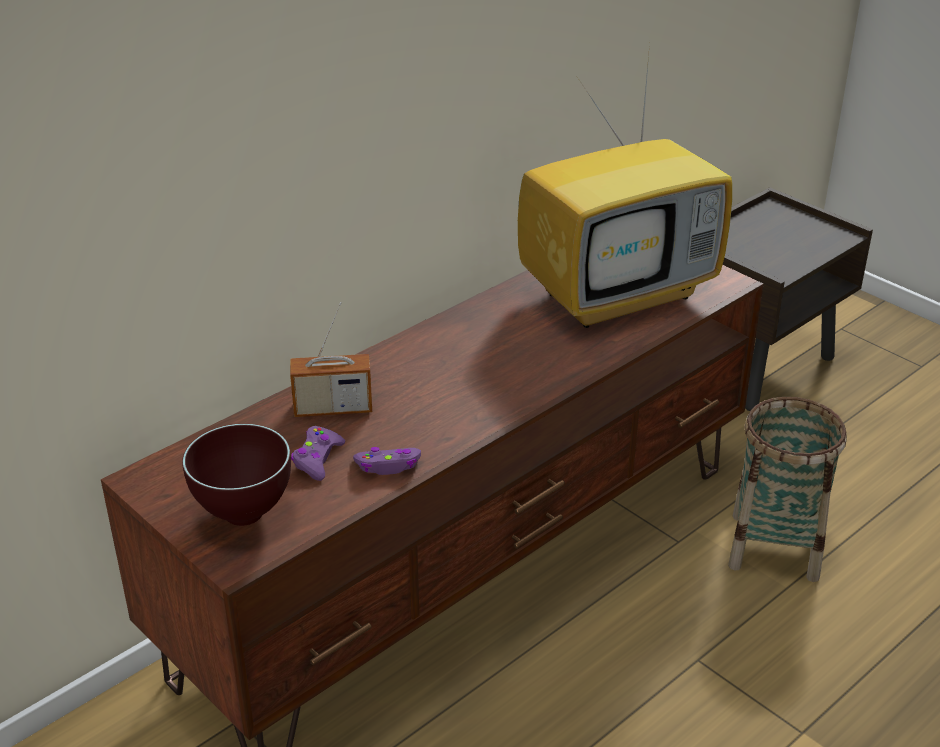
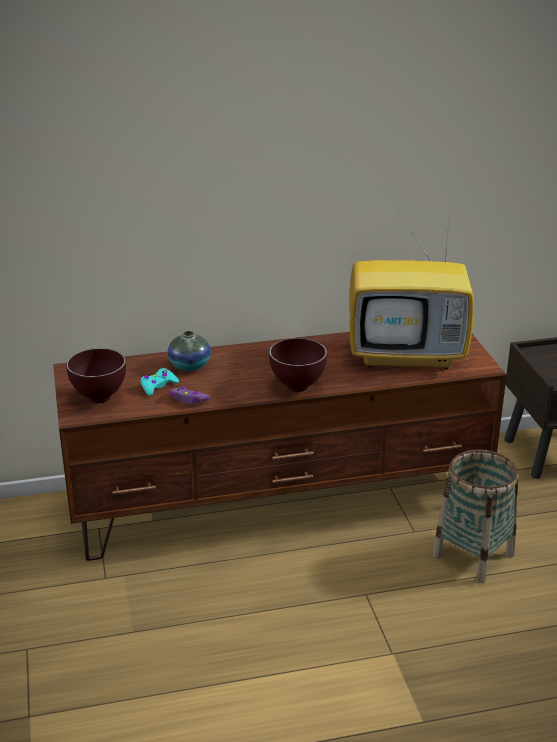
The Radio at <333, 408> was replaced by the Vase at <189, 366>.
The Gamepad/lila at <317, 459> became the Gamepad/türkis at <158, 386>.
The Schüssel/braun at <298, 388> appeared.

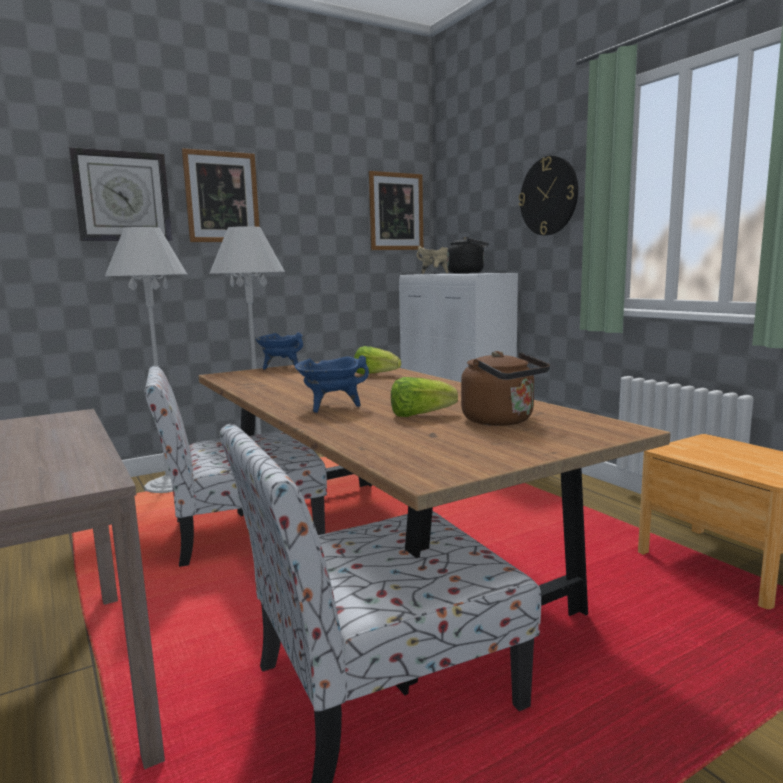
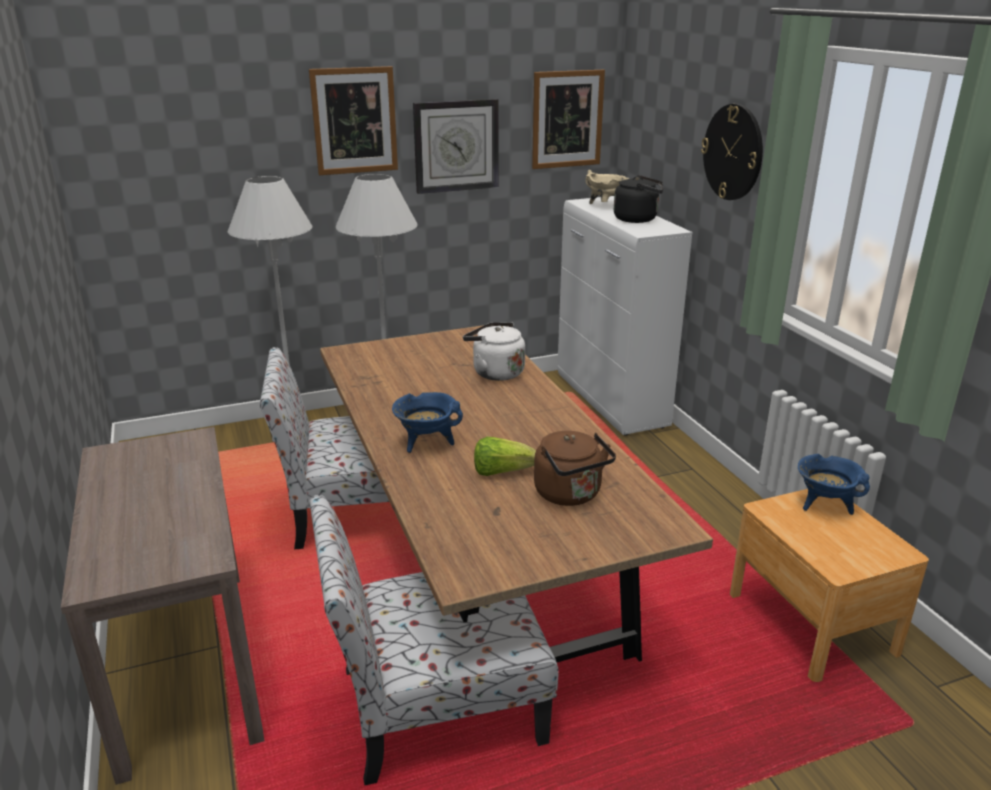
The Wanduhr moved from <122, 196> to <456, 146>.
The Kochtopf/blau moved from <281, 368> to <824, 505>.
The Salatkopf at <375, 374> was replaced by the Wasserkessel/weiß at <495, 372>.

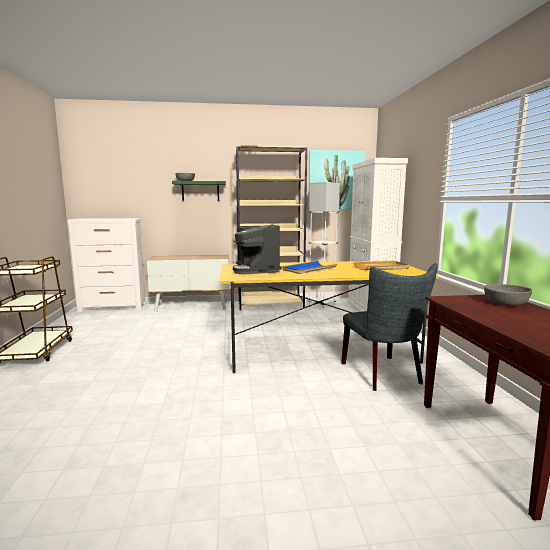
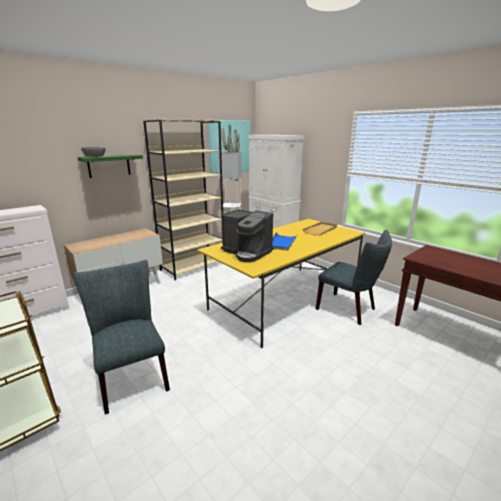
The Schüssel/grau at <505, 303> disappeared.
The Stuhl/grau at <131, 376> appeared.

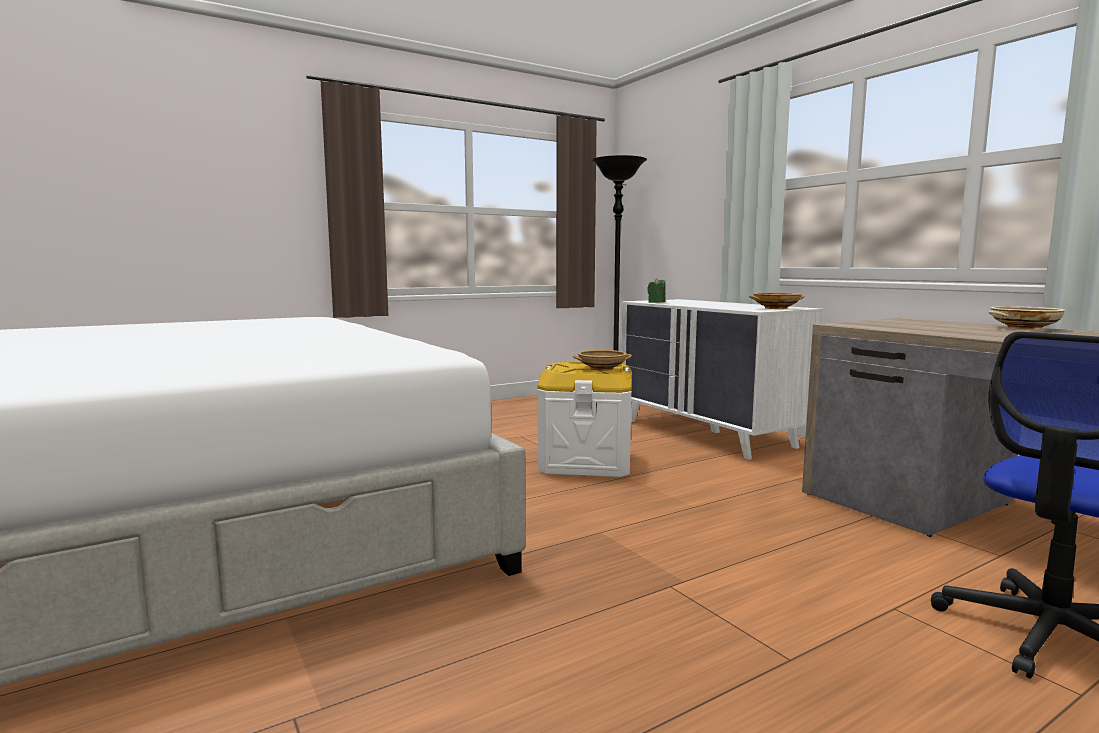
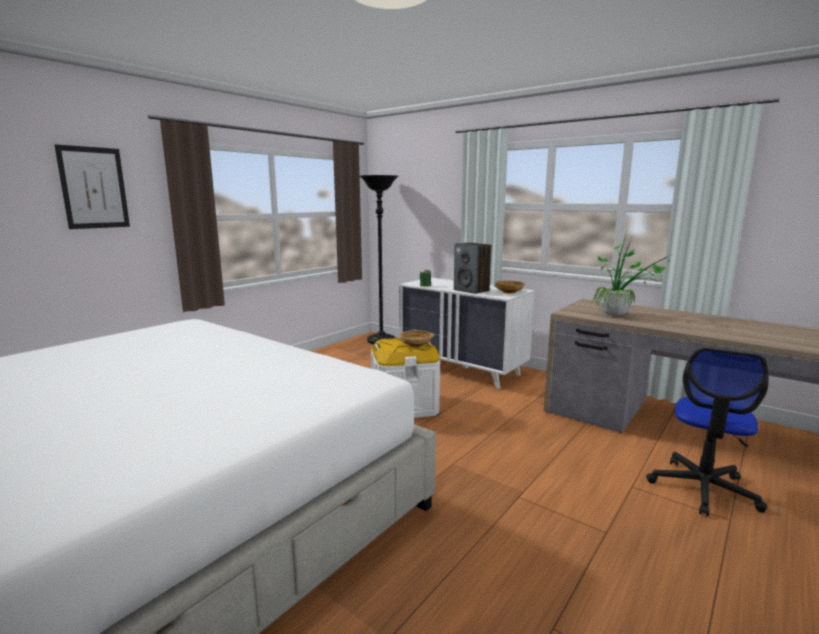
The Schüssel/beige at <1024, 328> disappeared.
The Bild at <94, 188> appeared.
The Topfpflanze at <620, 316> appeared.
The Lautsprecher at <471, 290> appeared.

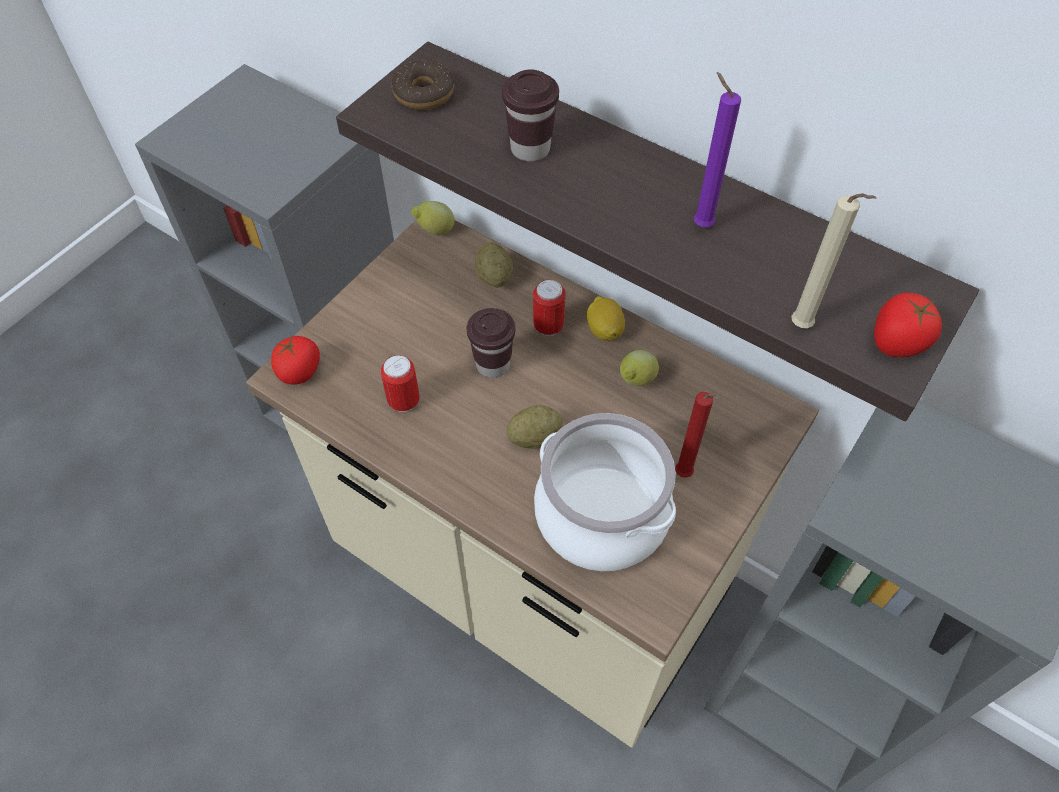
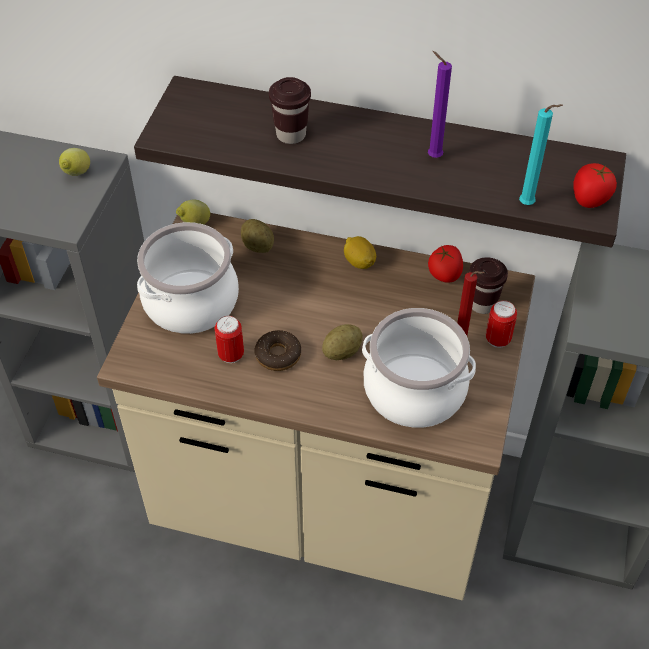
The Donut moved from <424, 94> to <278, 355>.
The Kerze/beige at <804, 327> became the Kerze/türkis at <529, 205>.
The Dose moved from <548, 326> to <497, 339>.
The Tasse/braun moved from <493, 365> to <482, 304>.
The Tomate moved from <300, 371> to <445, 274>.
The Zitrone moved from <635, 381> to <76, 174>.
The Kochtopf at <190, 301> appeared.

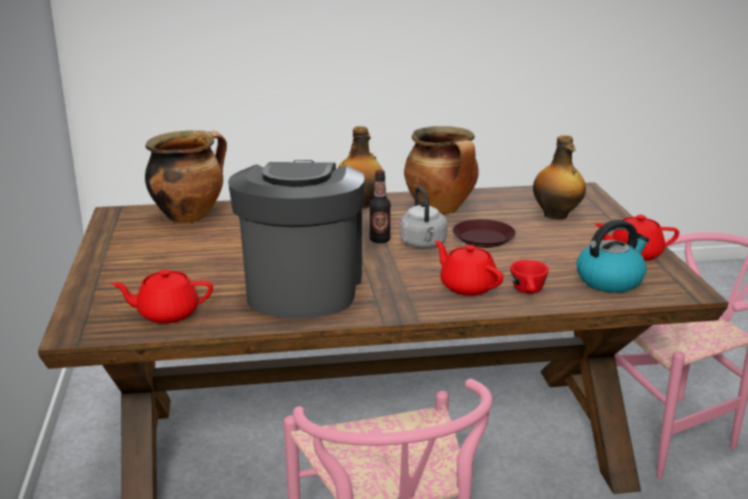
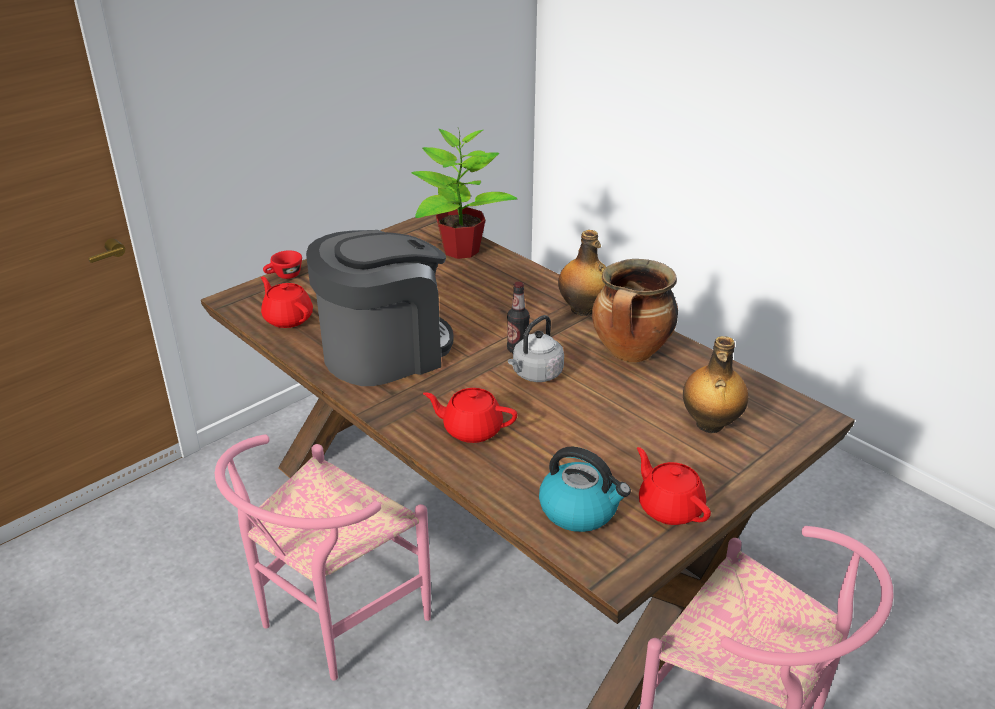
The Kochtopf at <189, 215> was replaced by the Topfpflanze at <460, 250>.
The Teller/braun at <483, 239> disappeared.
The Teekanne/rot at <467, 286> turned 90 degrees counterclockwise.
The Tasse/rot moved from <529, 292> to <284, 276>.

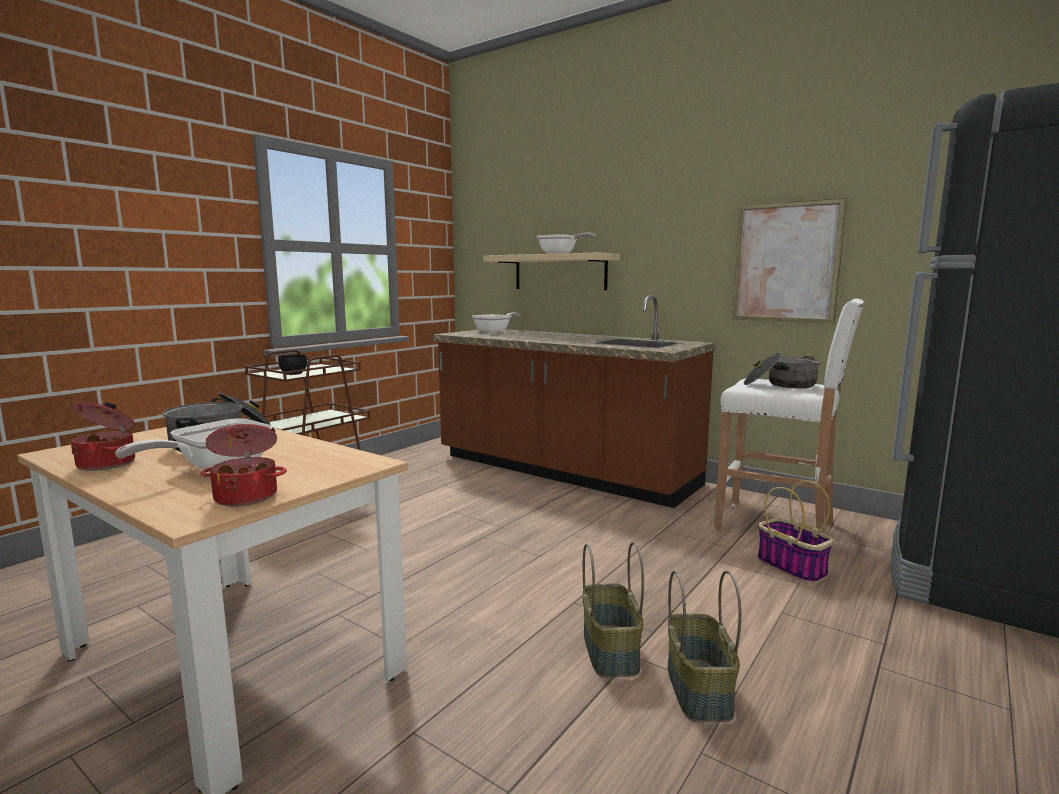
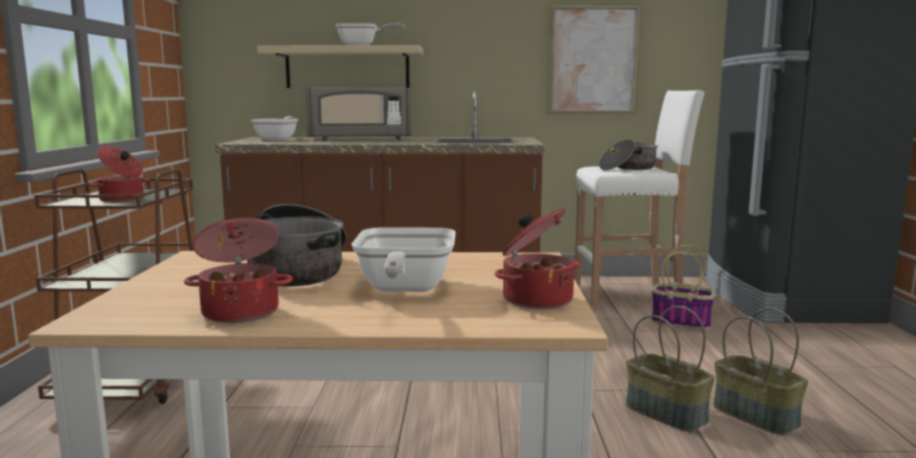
The Schüssel/schwarz at <294, 374> was replaced by the Kochtopf at <122, 200>.
The Mikrowelle/grau at <360, 139> appeared.

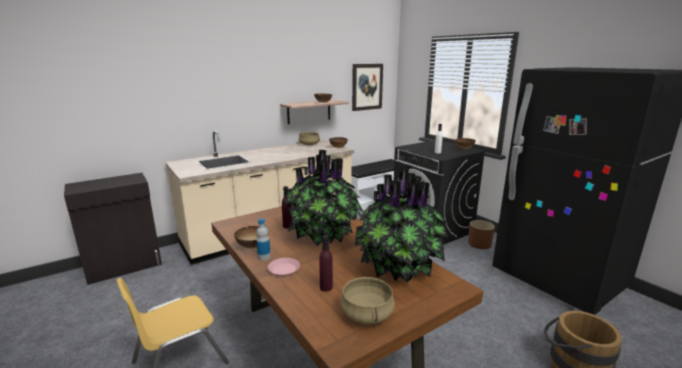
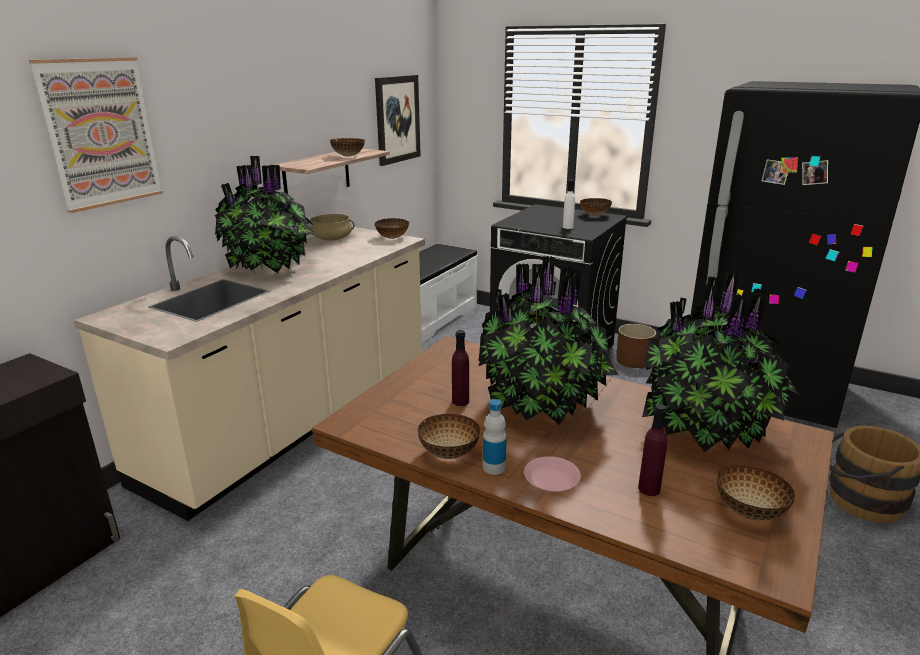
The Kochtopf/beige at <367, 314> was replaced by the Schüssel at <750, 511>.
The Bild at <100, 133> appeared.
The Topfpflanze at <270, 268> appeared.

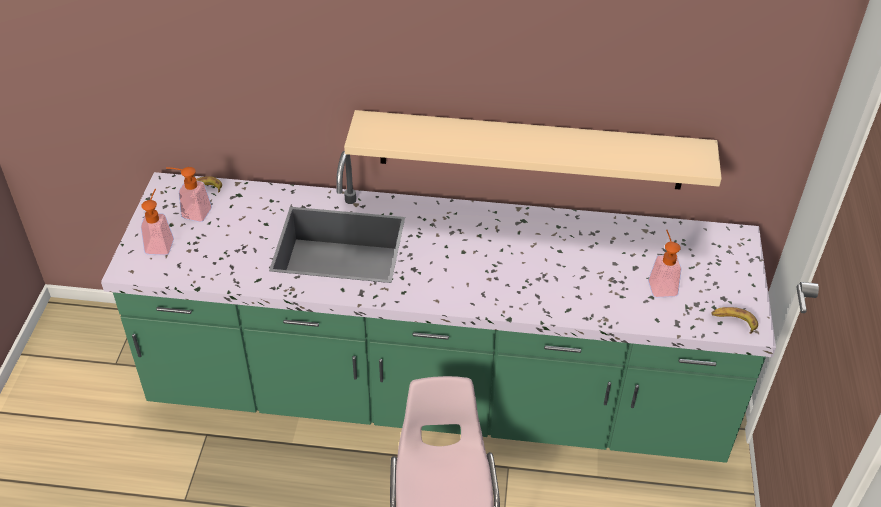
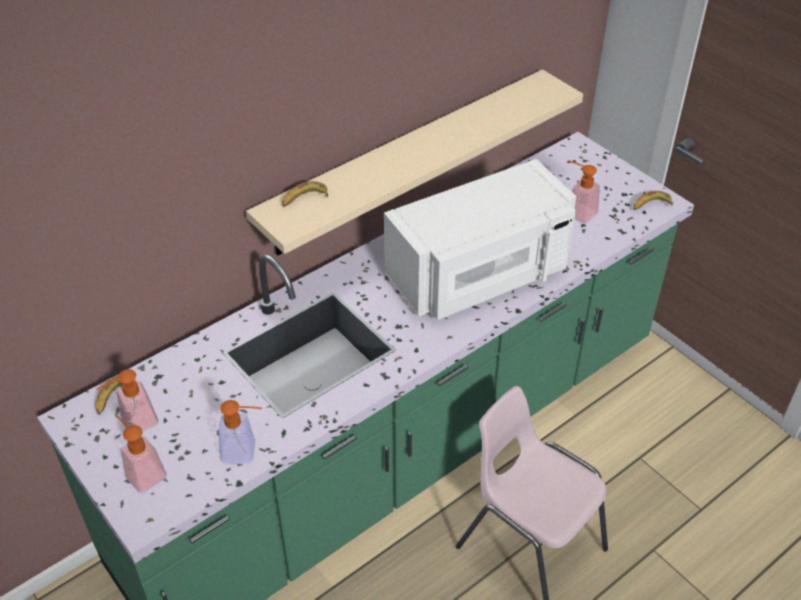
The Mikrowelle/weiß at <480, 275> appeared.
The Banane at <304, 199> appeared.
The Seifenspender at <245, 451> appeared.

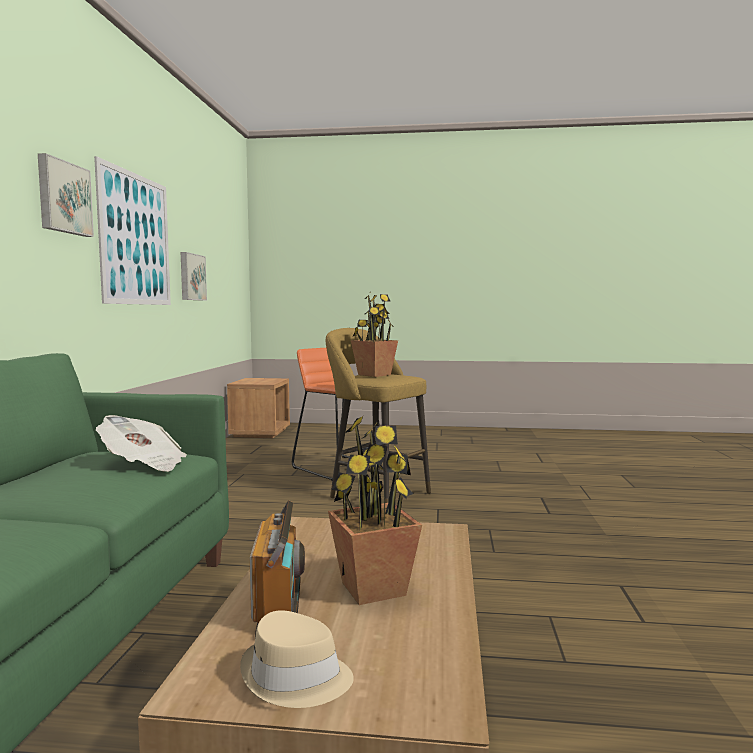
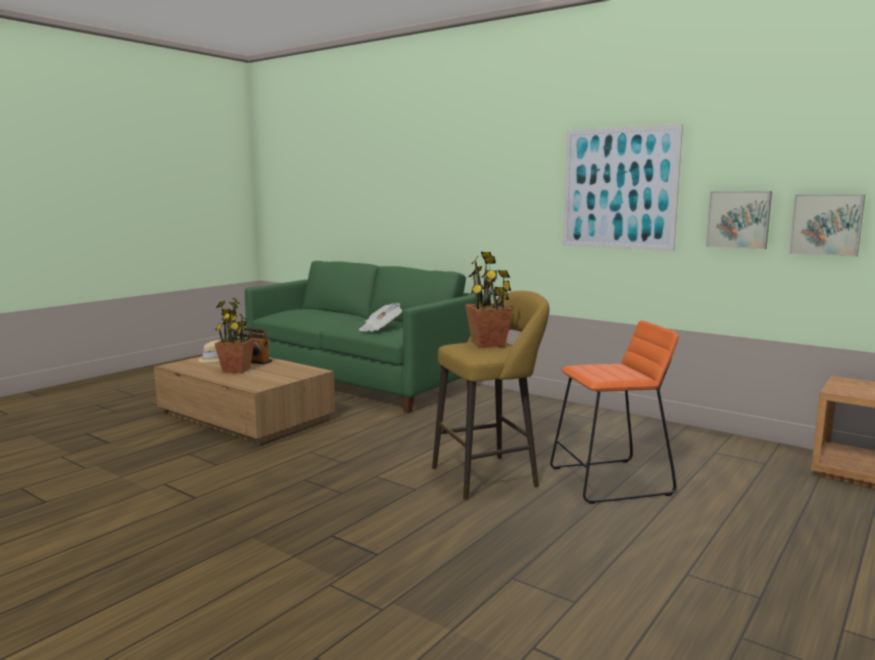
The Bild moved from <63, 197> to <826, 224>.

